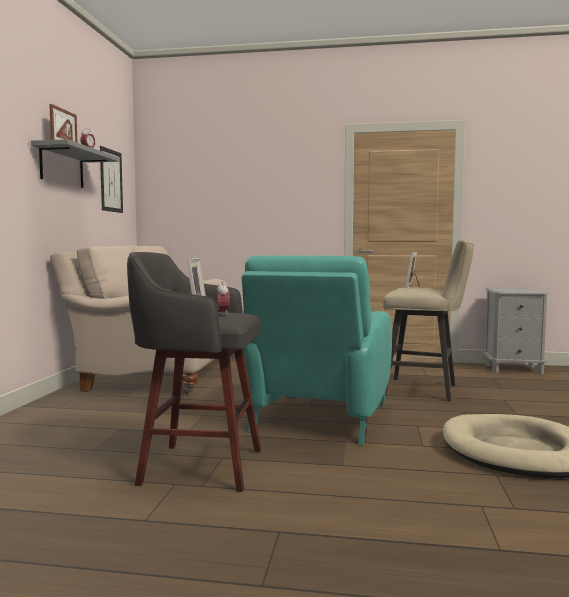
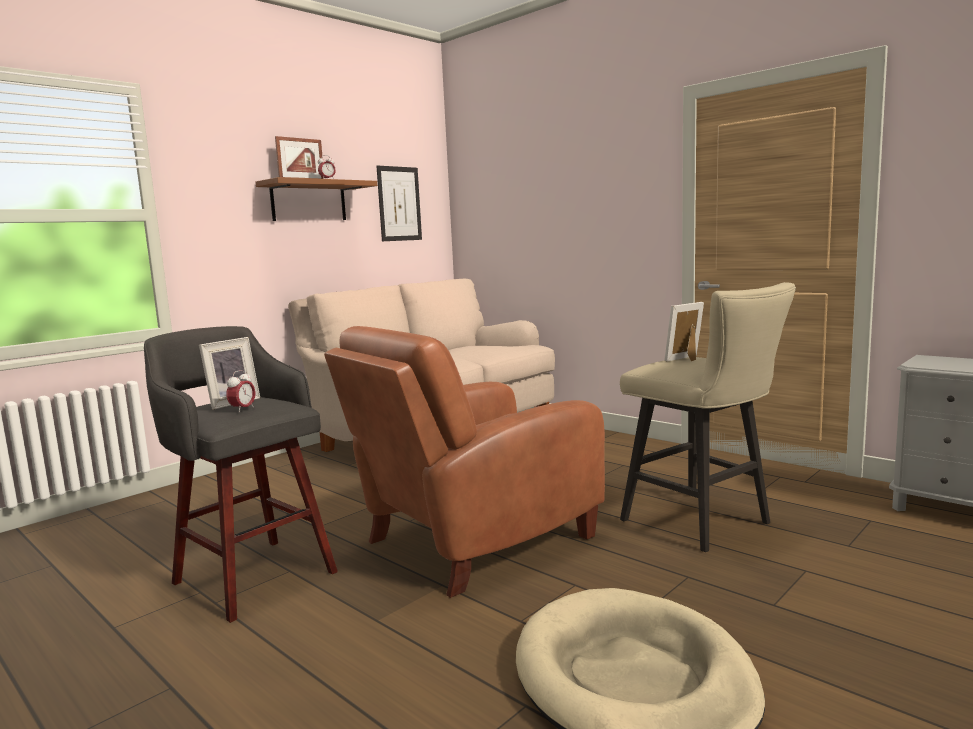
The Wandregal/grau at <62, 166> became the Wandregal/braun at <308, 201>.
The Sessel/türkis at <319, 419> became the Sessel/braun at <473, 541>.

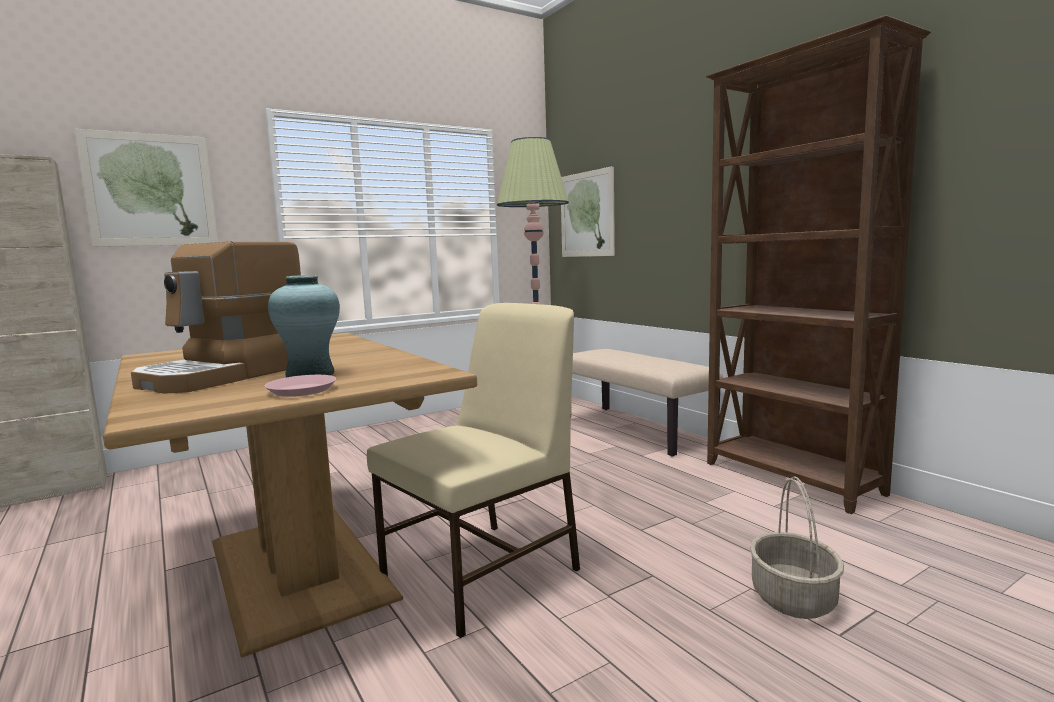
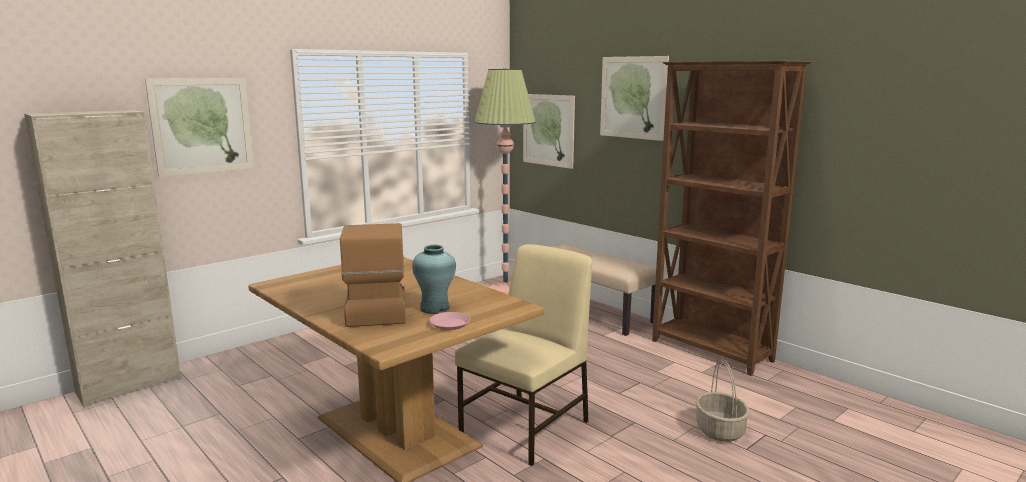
The Kaffeemaschine at <227, 375> turned 150 degrees clockwise.
The Bild at <633, 97> appeared.

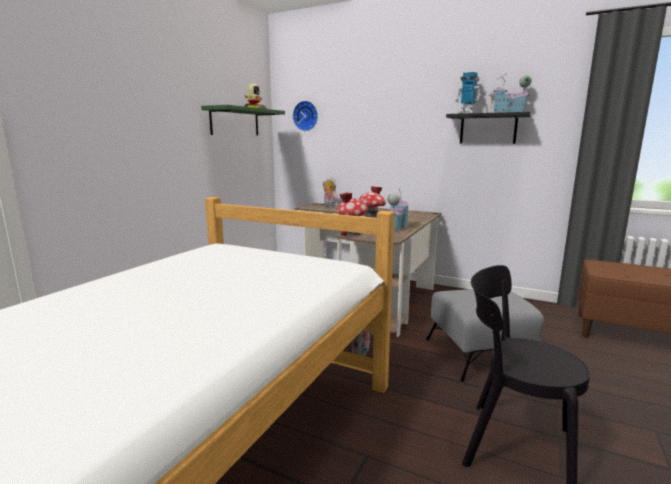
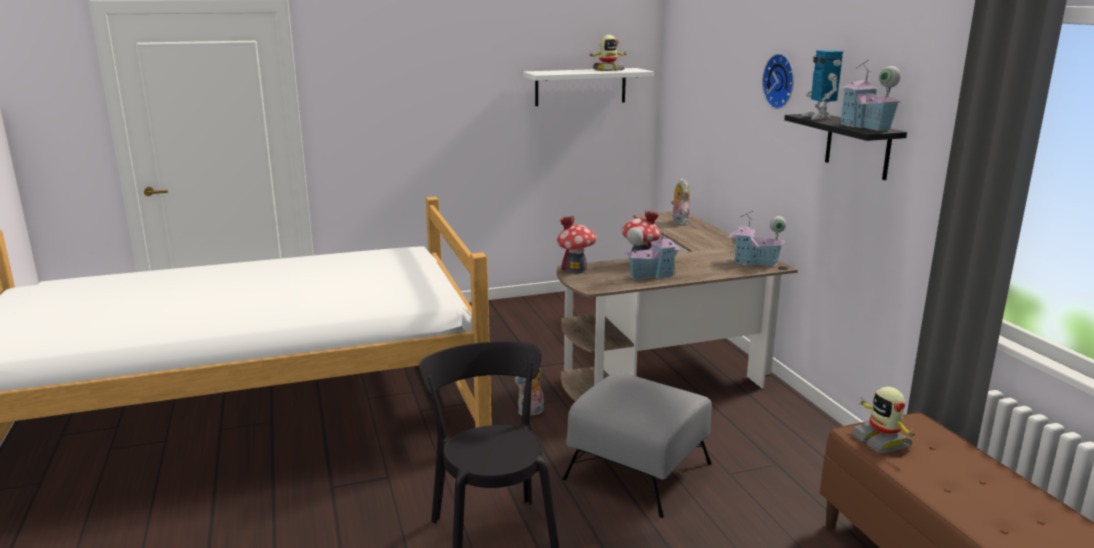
The Wanduhr moved from <306, 116> to <781, 81>.
The Wandregal/grün at <235, 122> became the Wandregal/weiß at <580, 87>.
The Spielzeughaus at <754, 262> appeared.
The Spielzeugroboter at <881, 441> appeared.

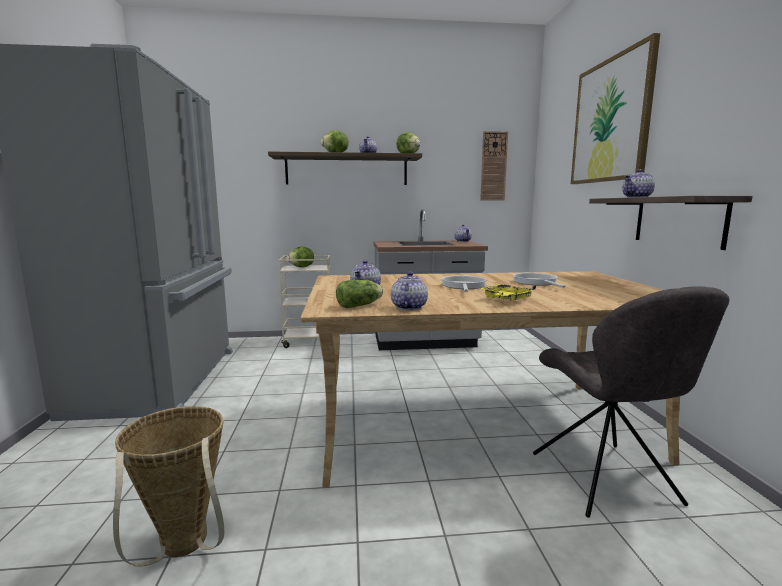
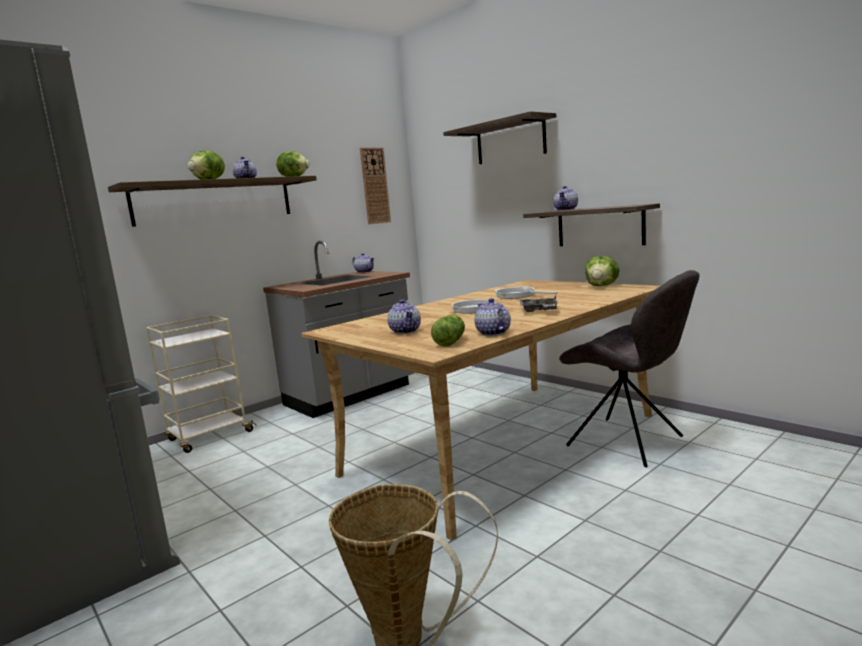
The Bild at <610, 121> was replaced by the Wandregal at <510, 141>.
The Salatkopf moved from <302, 267> to <602, 286>.
The Tablett/gelb at <506, 299> became the Tablett/grau at <539, 311>.

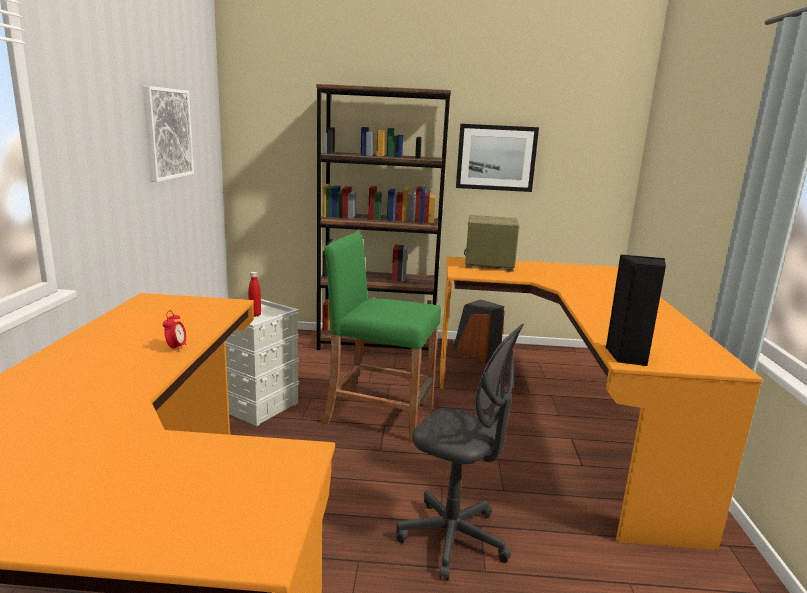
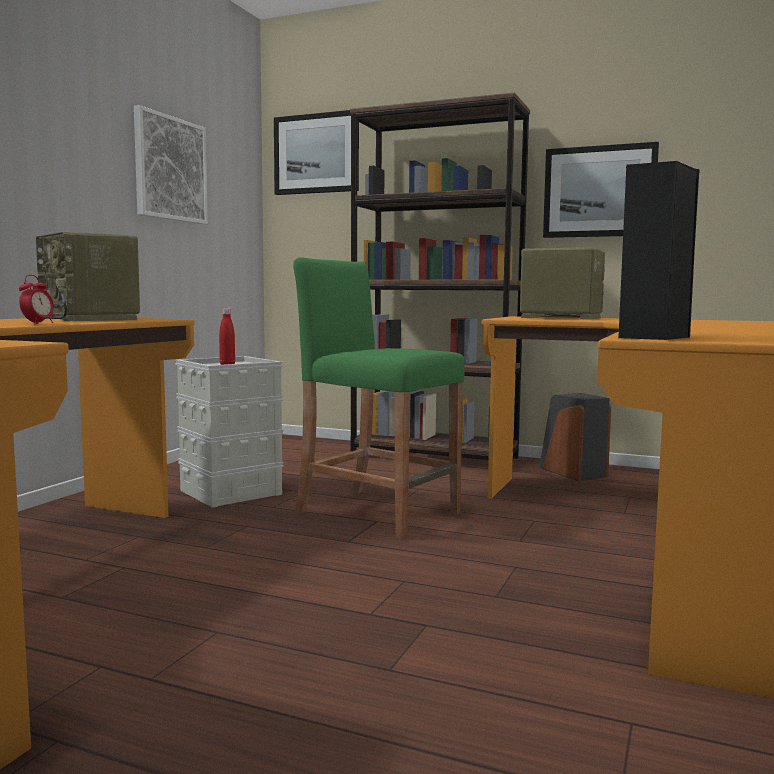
The Bürostuhl/grau at <453, 538> disappeared.
The Bild at <316, 154> appeared.
The Radio at <91, 319> appeared.

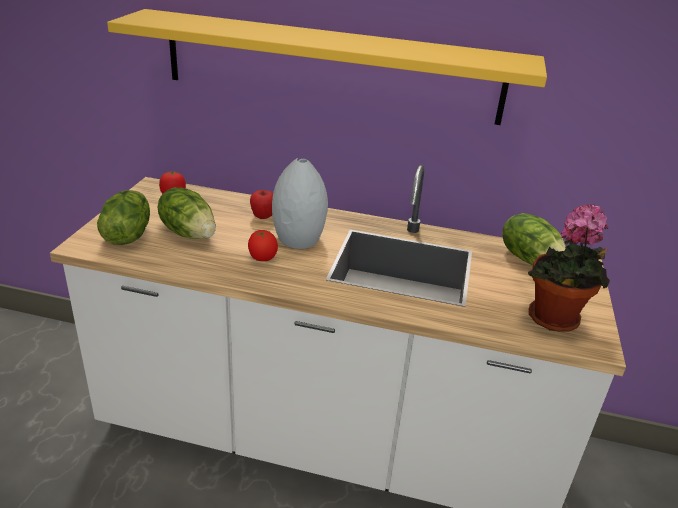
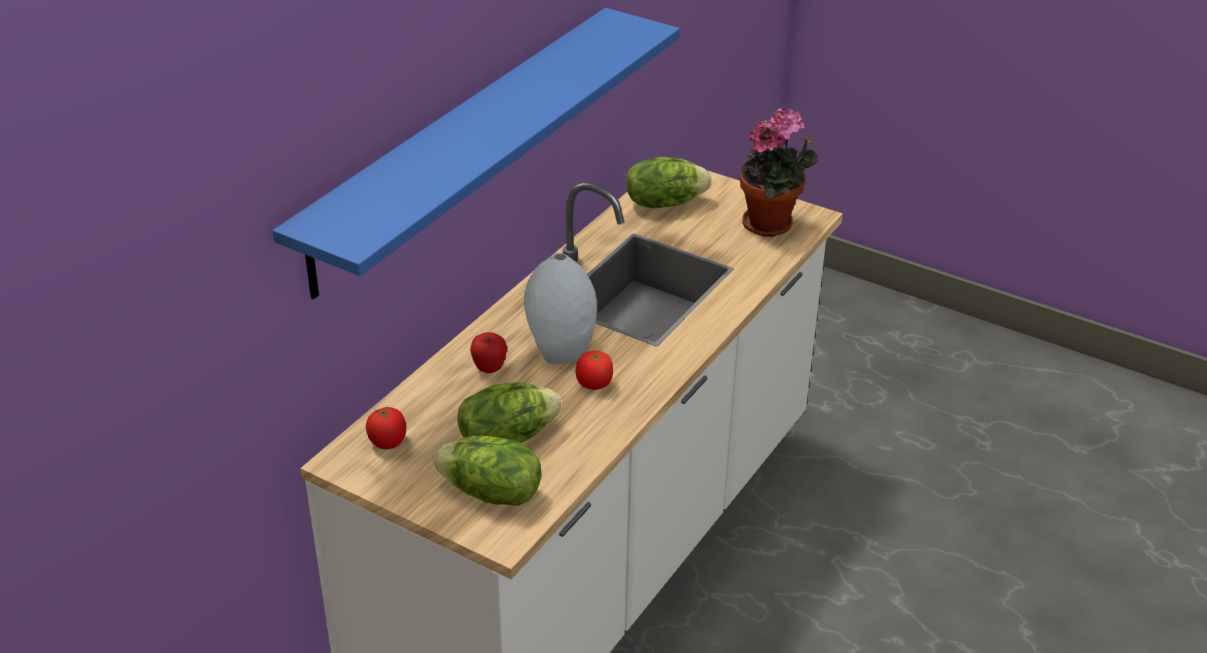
The Wandregal/gelb at <331, 66> became the Wandregal/blau at <462, 145>.

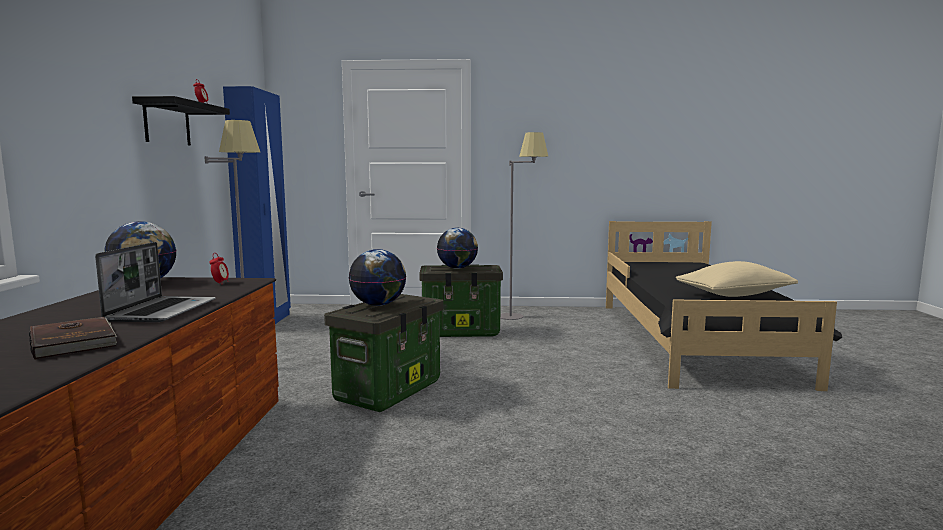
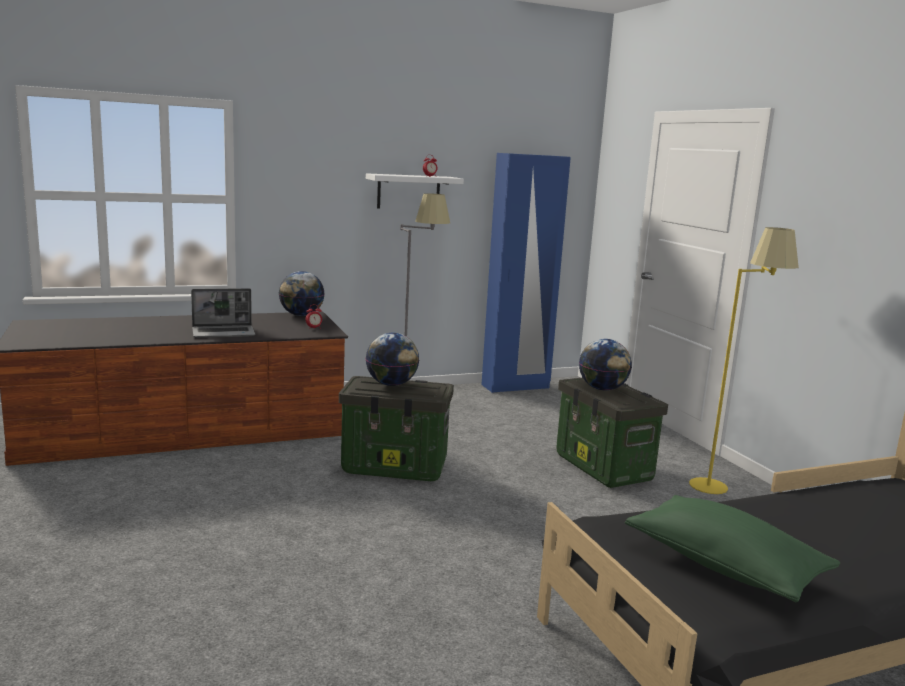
The Wandregal/schwarz at <167, 123> became the Wandregal/weiß at <408, 192>.
The Stehlampe/grau at <521, 315> became the Stehlampe/gelb at <724, 492>.
The Kissen/beige at <734, 295> became the Kissen/grün at <724, 566>.
The Buch/braun at <75, 341> disappeared.

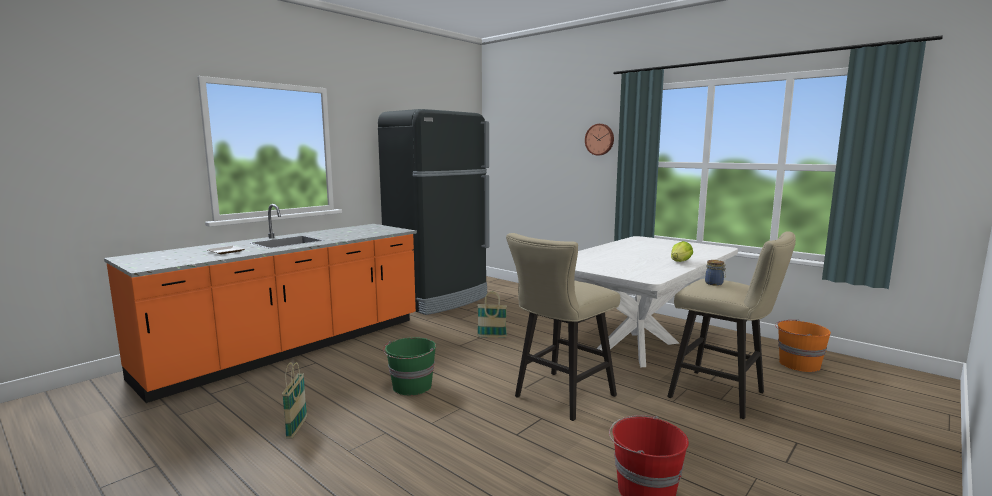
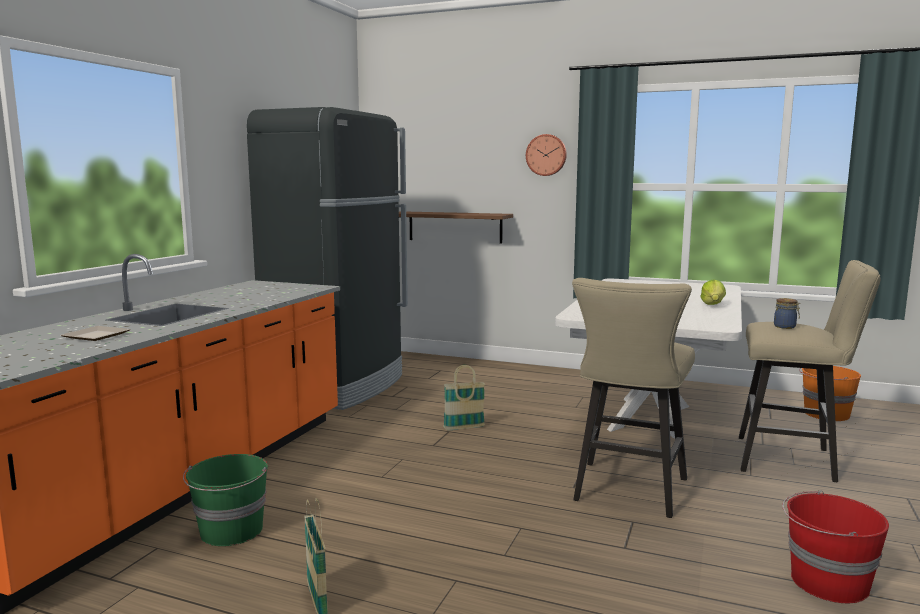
The Eimer/grün moved from <412, 386> to <231, 531>.
The Wandregal/braun at <455, 227> appeared.

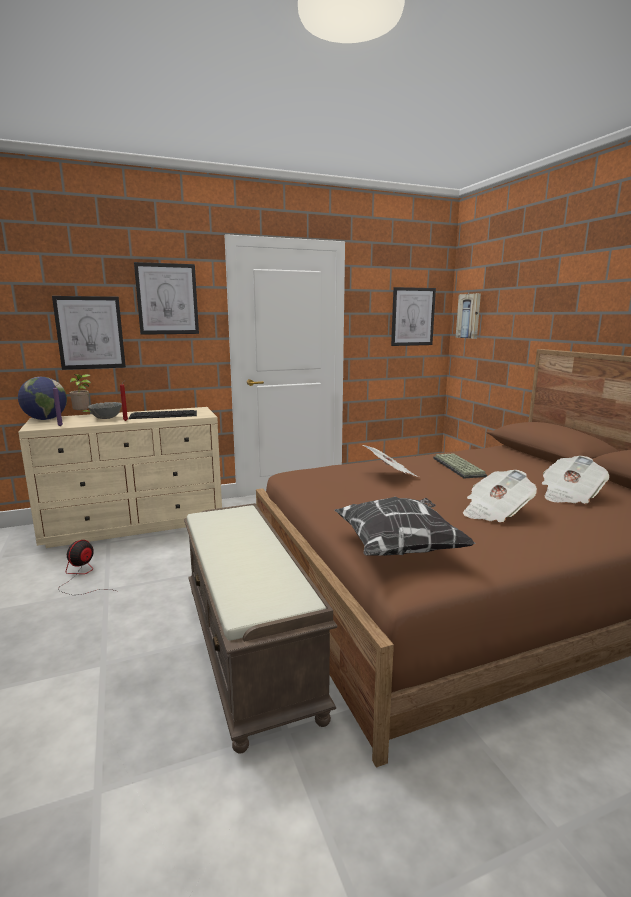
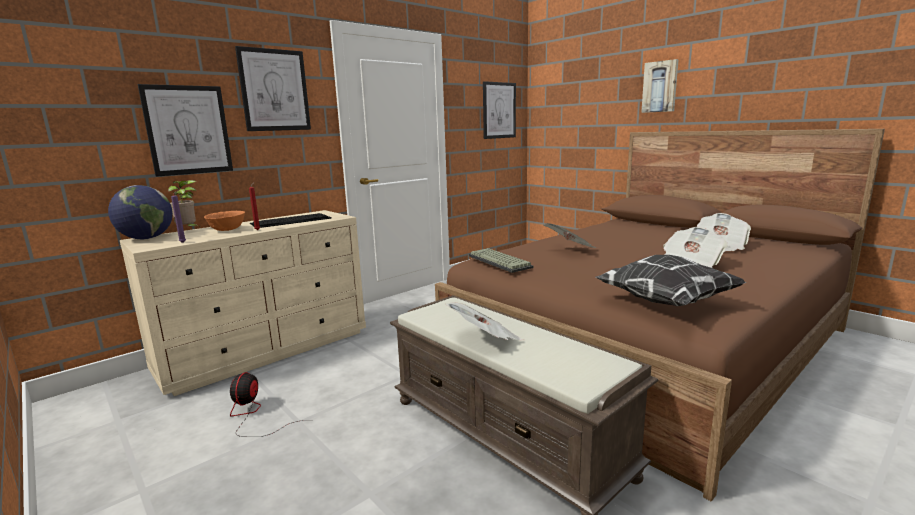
The Bild moved from <469, 316> to <660, 87>.
The Schüssel/grau at <106, 418> became the Schüssel/orange at <227, 230>.
The Tastatur moved from <460, 467> to <501, 261>.
The Zeitung at <485, 340> appeared.

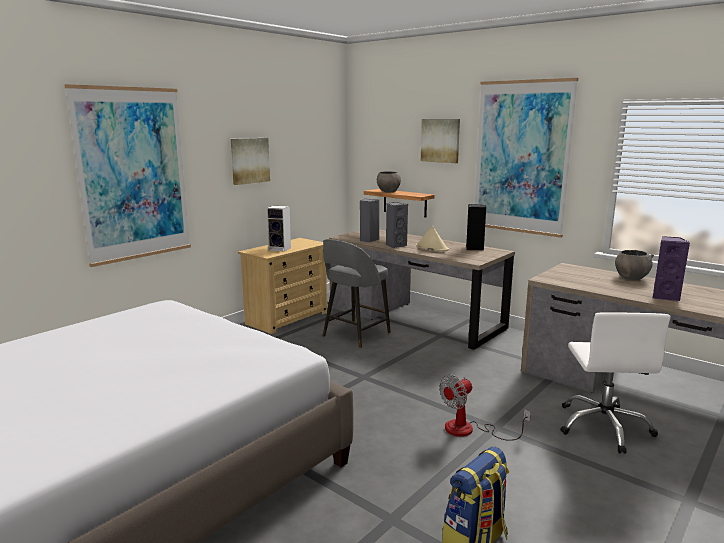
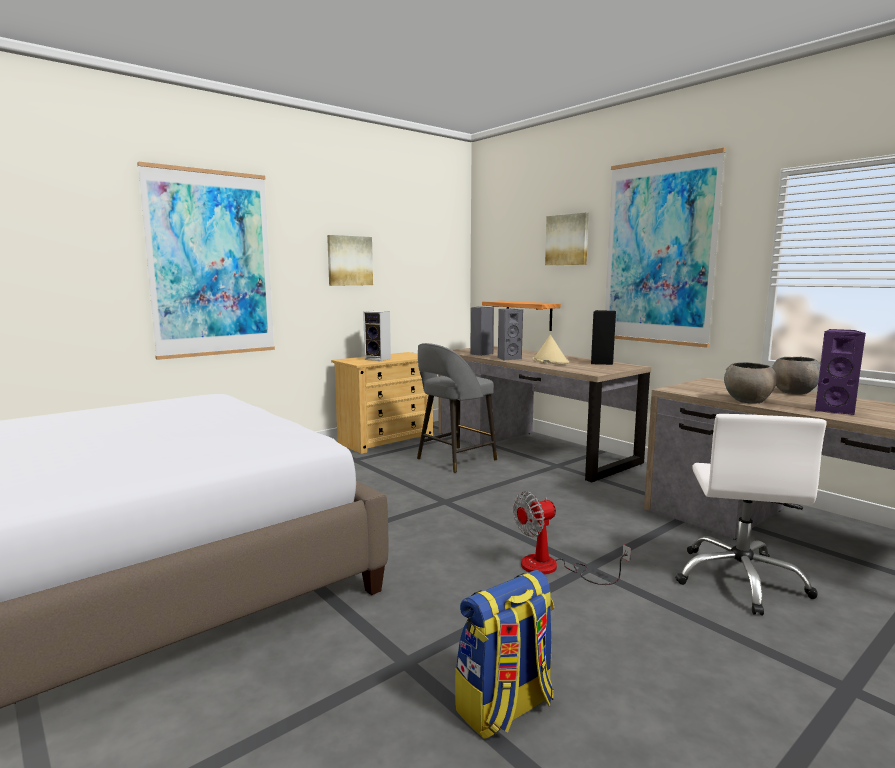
The Schüssel/grau moved from <388, 191> to <747, 401>.

